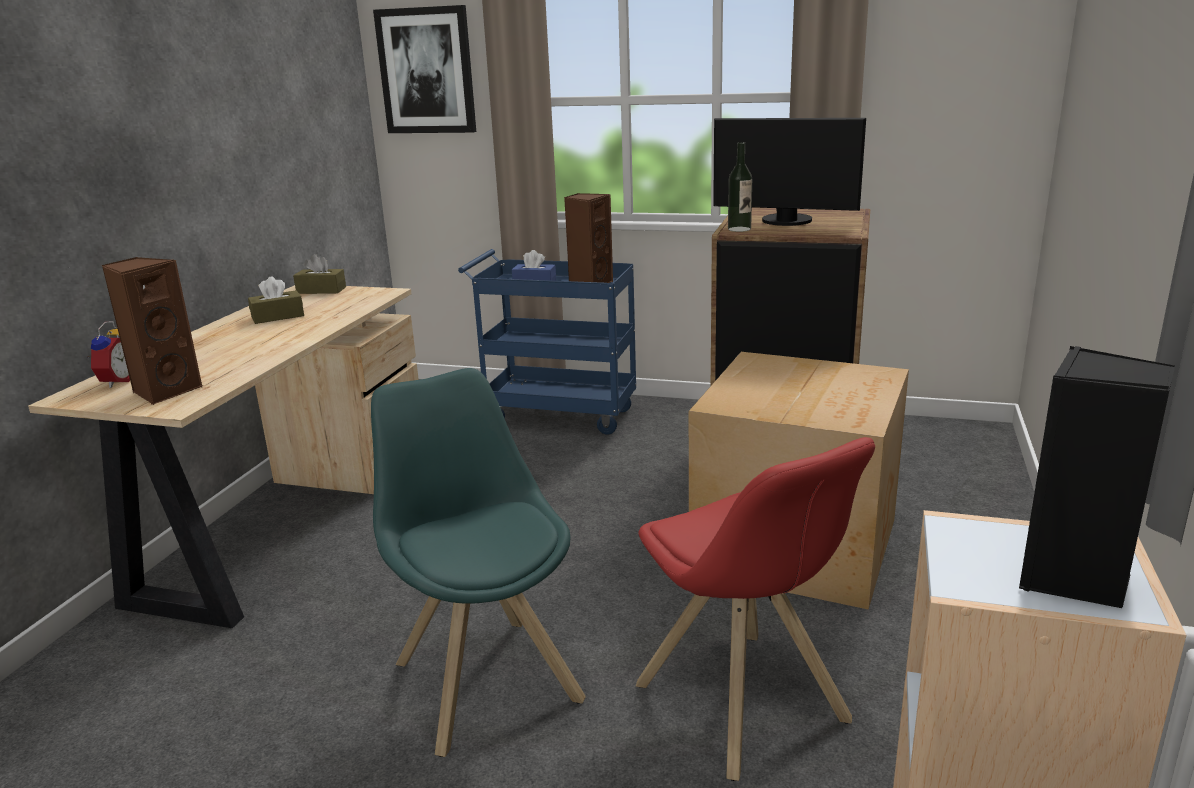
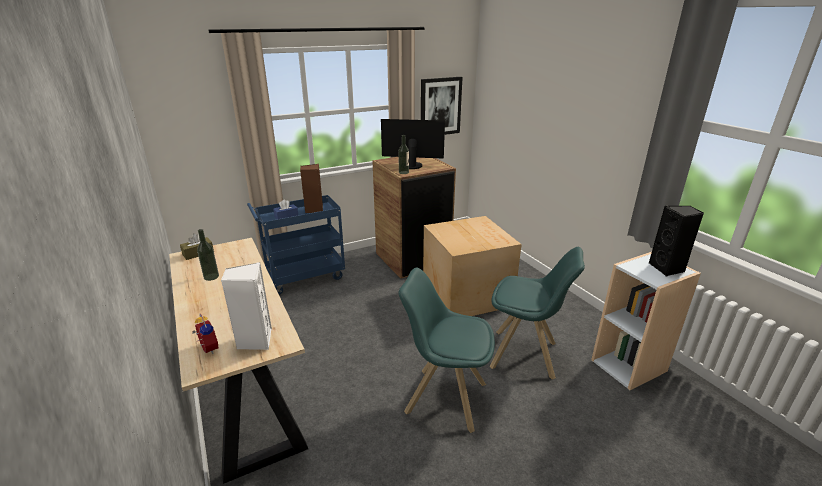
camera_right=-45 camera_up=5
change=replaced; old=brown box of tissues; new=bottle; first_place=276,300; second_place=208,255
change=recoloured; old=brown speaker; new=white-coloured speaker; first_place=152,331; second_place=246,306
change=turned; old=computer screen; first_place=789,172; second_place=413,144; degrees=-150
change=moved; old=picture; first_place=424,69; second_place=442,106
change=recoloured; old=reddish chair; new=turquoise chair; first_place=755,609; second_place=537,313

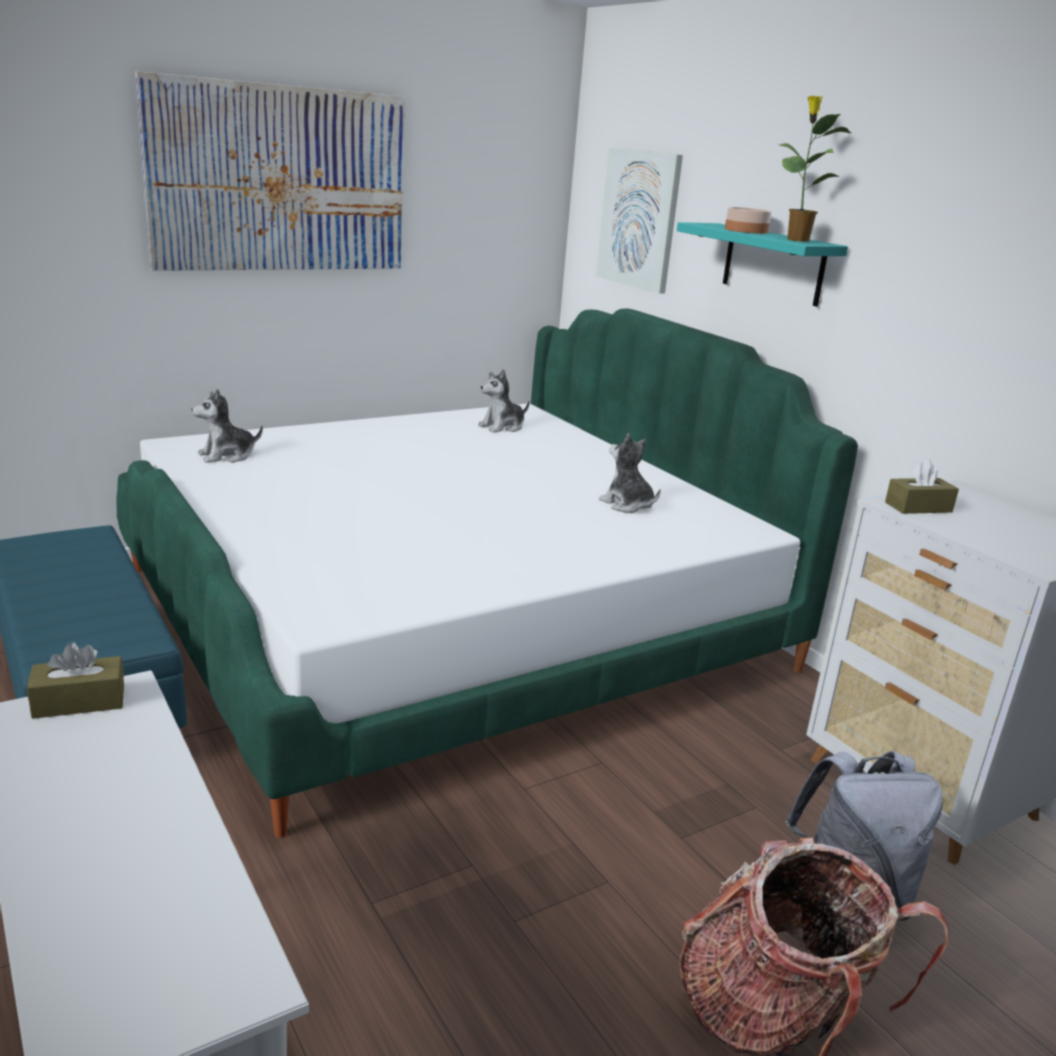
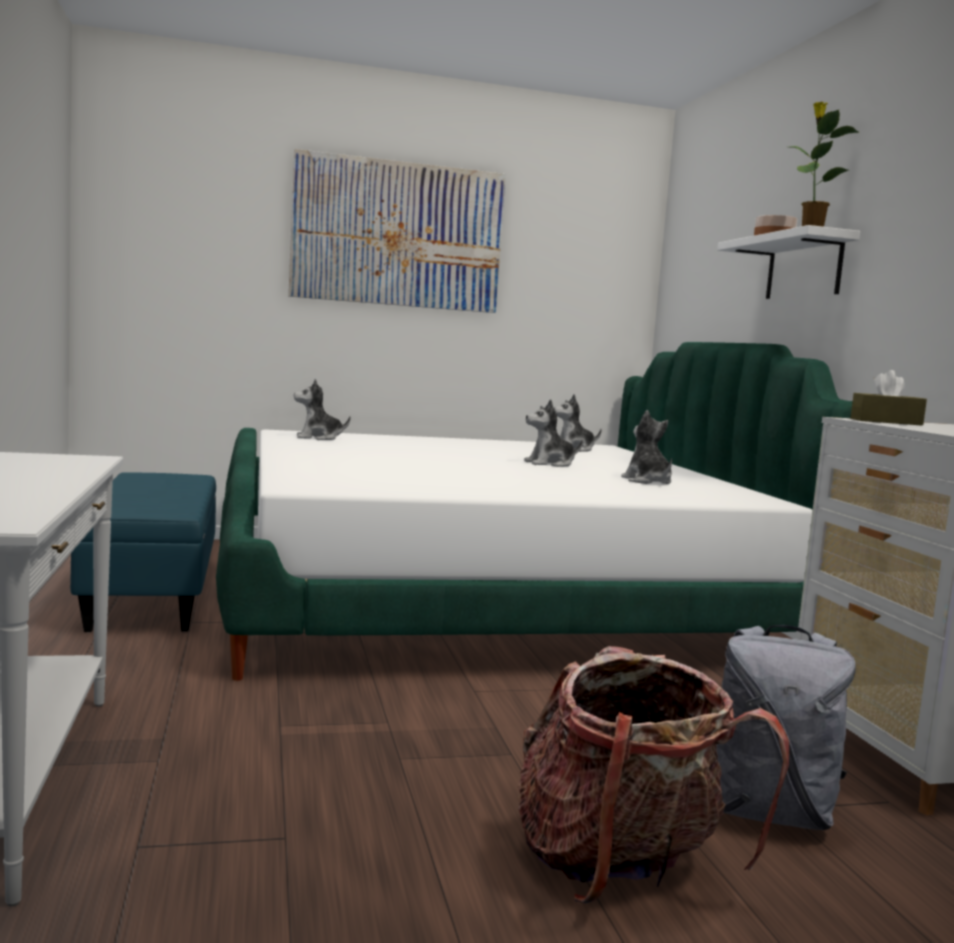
camera_right=20 camera_up=-15
change=added; new=plush toy; second_place=553,433
change=recoloured; old=turquoise bracket shelf; new=white-coloured bracket shelf; first_place=762,264; second_place=788,262
change=removed; old=brown box of tissues; first_place=75,680
change=removed; old=picture; first_place=639,221

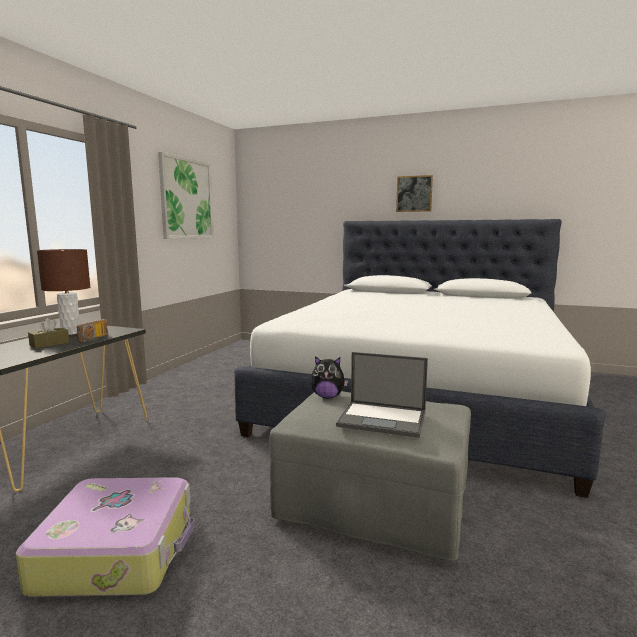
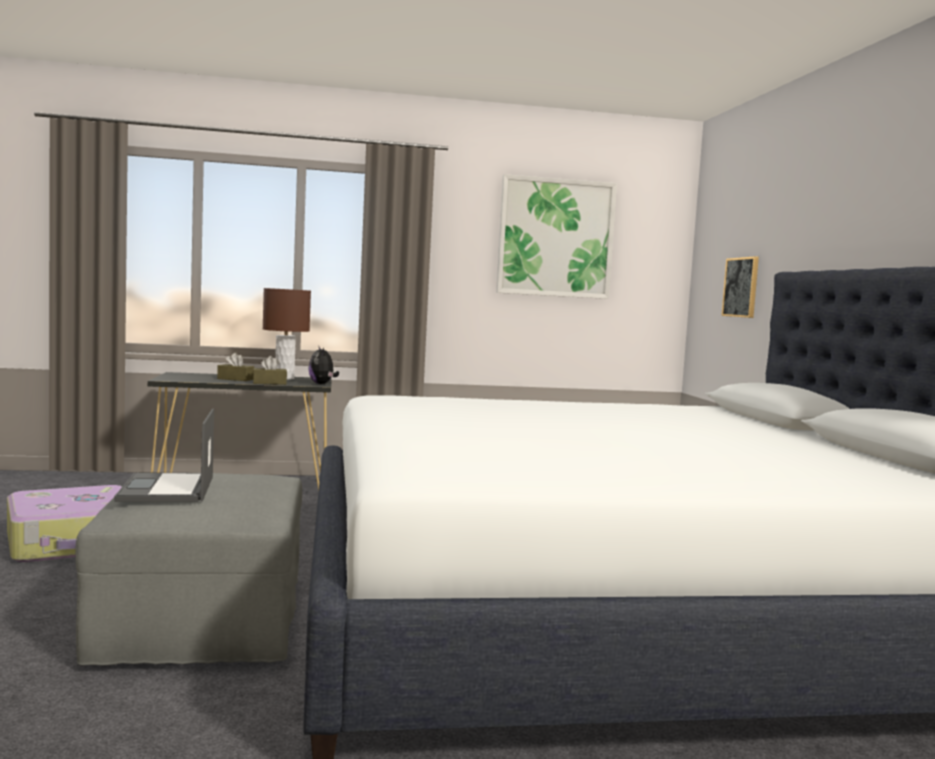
camera_right=60 camera_up=-5
change=replaced; old=radio receiver; new=brown box of tissues; first_place=92,330; second_place=270,370
change=moved; old=plush toy; first_place=329,377; second_place=323,365
change=moved; old=picture; first_place=414,193; second_place=740,287

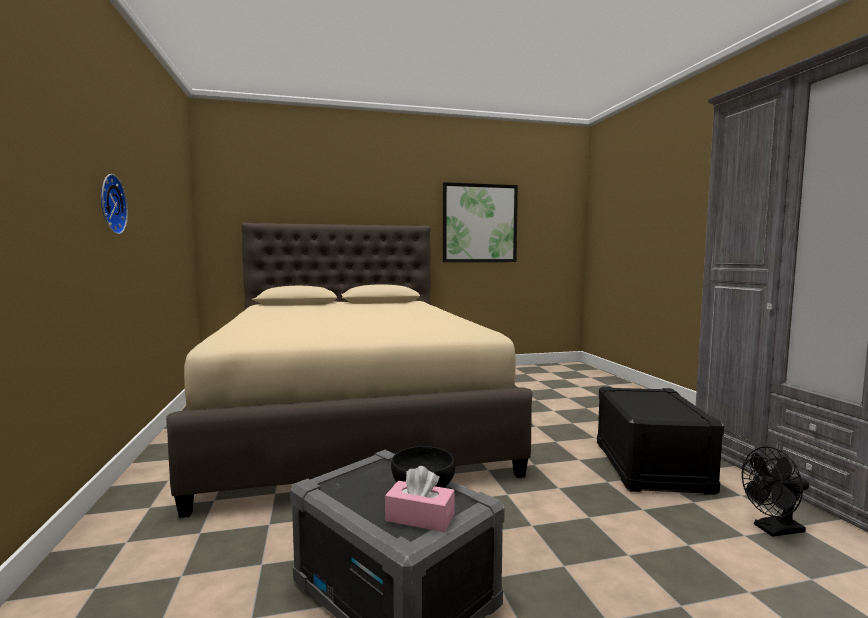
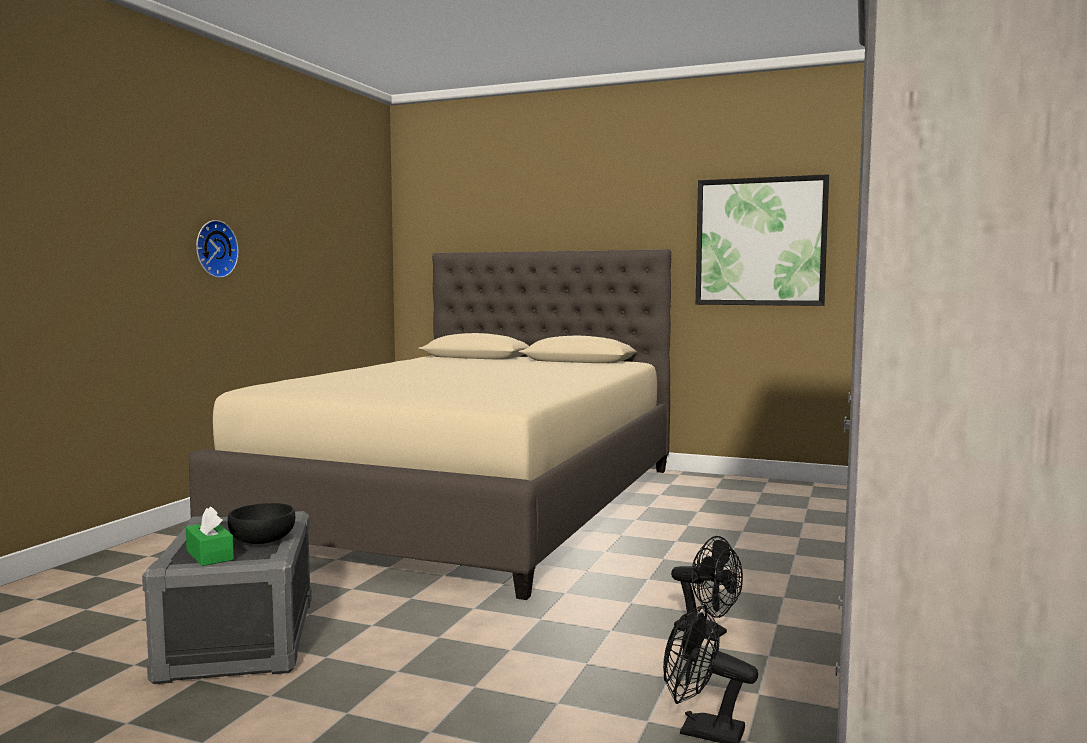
camera_right=35 camera_up=0
change=recoloured; old=pink box of tissues; new=green-coloured box of tissues; first_place=420,499; second_place=210,536
change=replaced; old=black storage container; new=black cooling fan; first_place=660,441; second_place=707,588

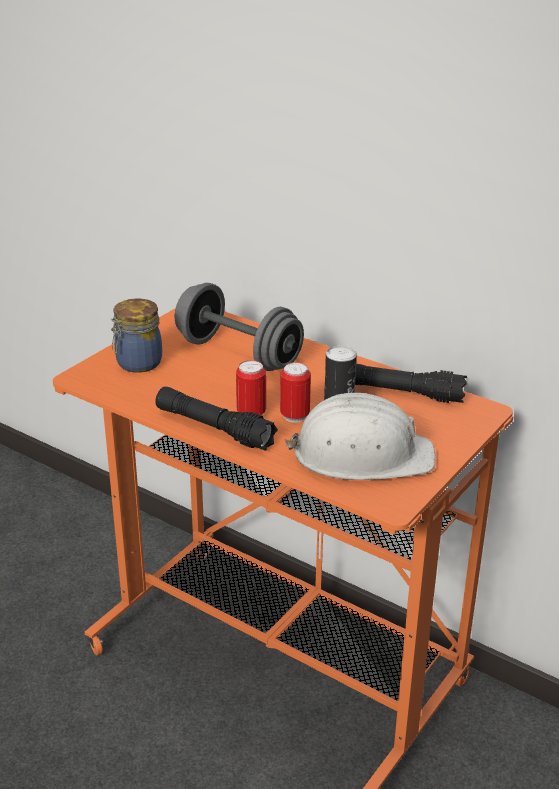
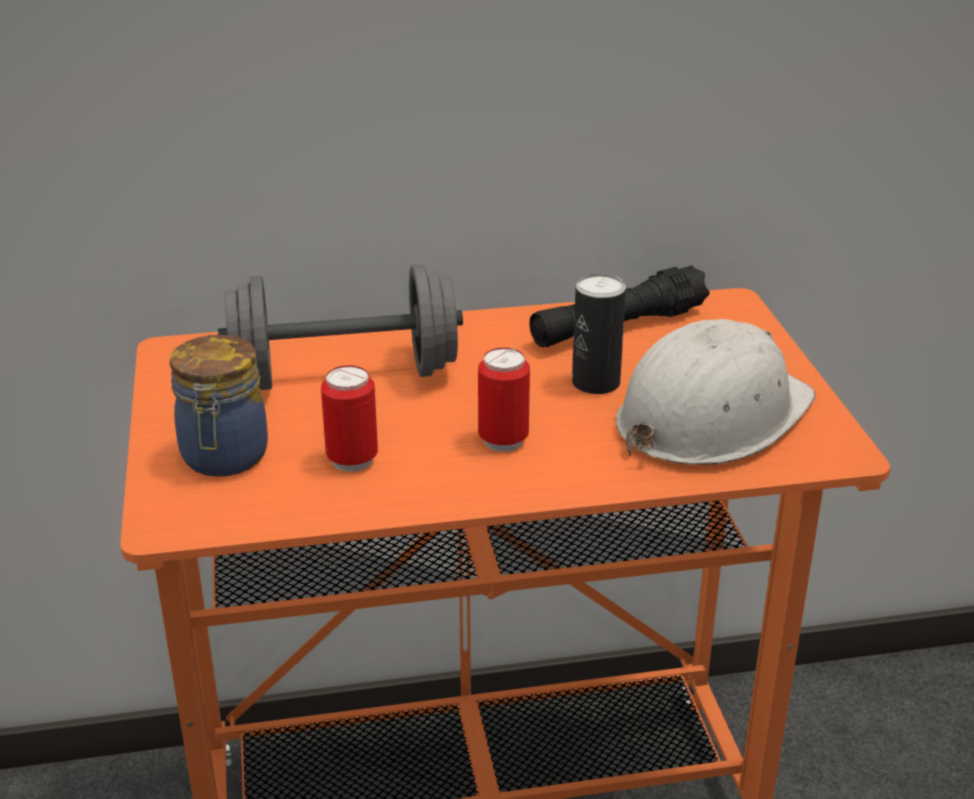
camera_right=-45 camera_up=0
change=moved; old=sealed can; first_place=295,392; second_place=349,418
change=removed; old=black torch; first_place=216,419

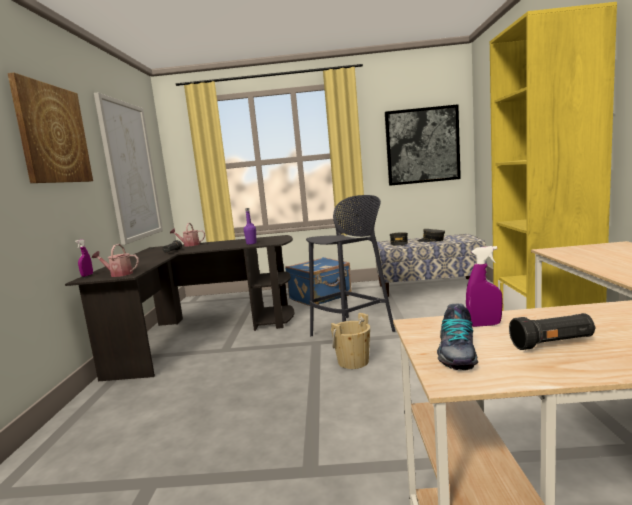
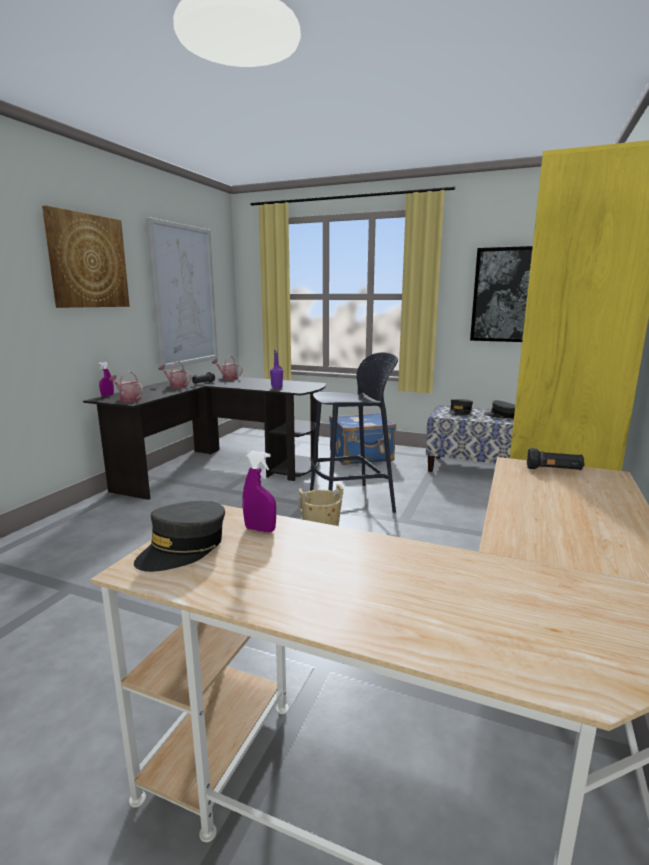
camera_right=20 camera_up=5
change=replaced; old=low shoe; new=gray cap; first_place=457,337; second_place=179,536
change=added; new=watering can; second_place=175,374
change=moved; old=black torch; first_place=552,331; second_place=556,459

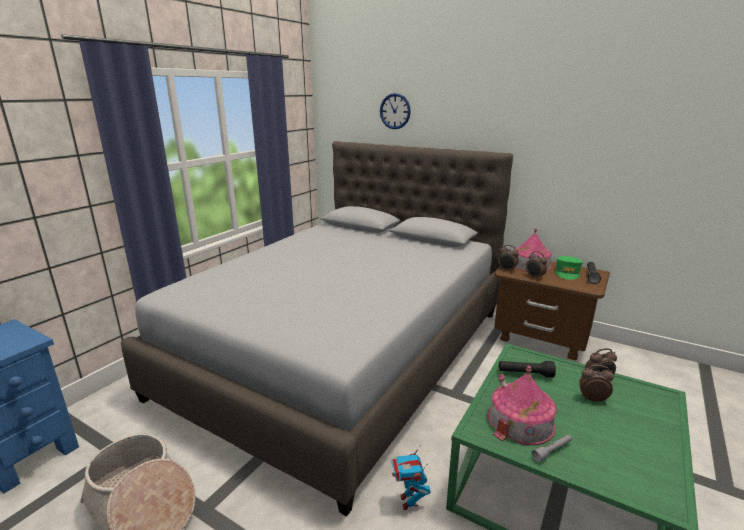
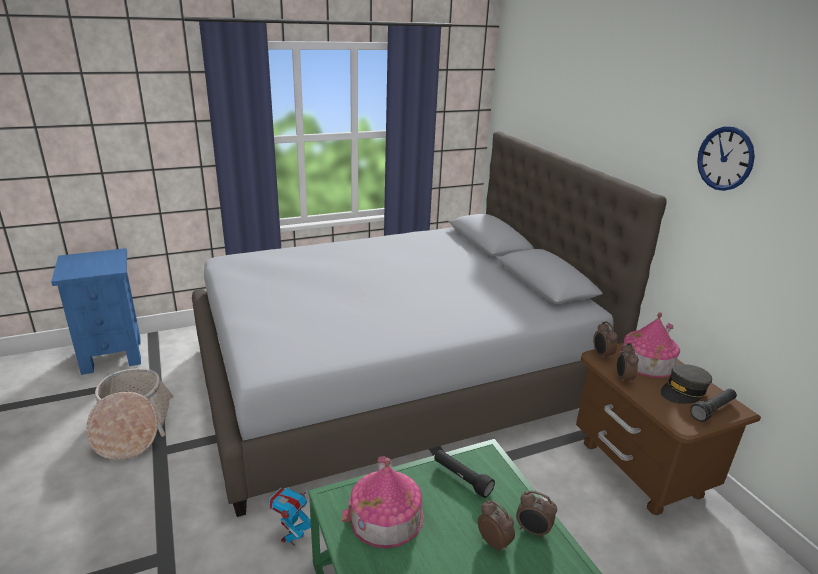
camera_right=35 camera_up=5
change=recoloured; old=green-coloured cap; new=gray cap; first_place=569,268; second_place=686,384
change=moved; old=wall clock; first_place=395,111; second_place=726,158
change=removed; old=gray torch; first_place=551,448

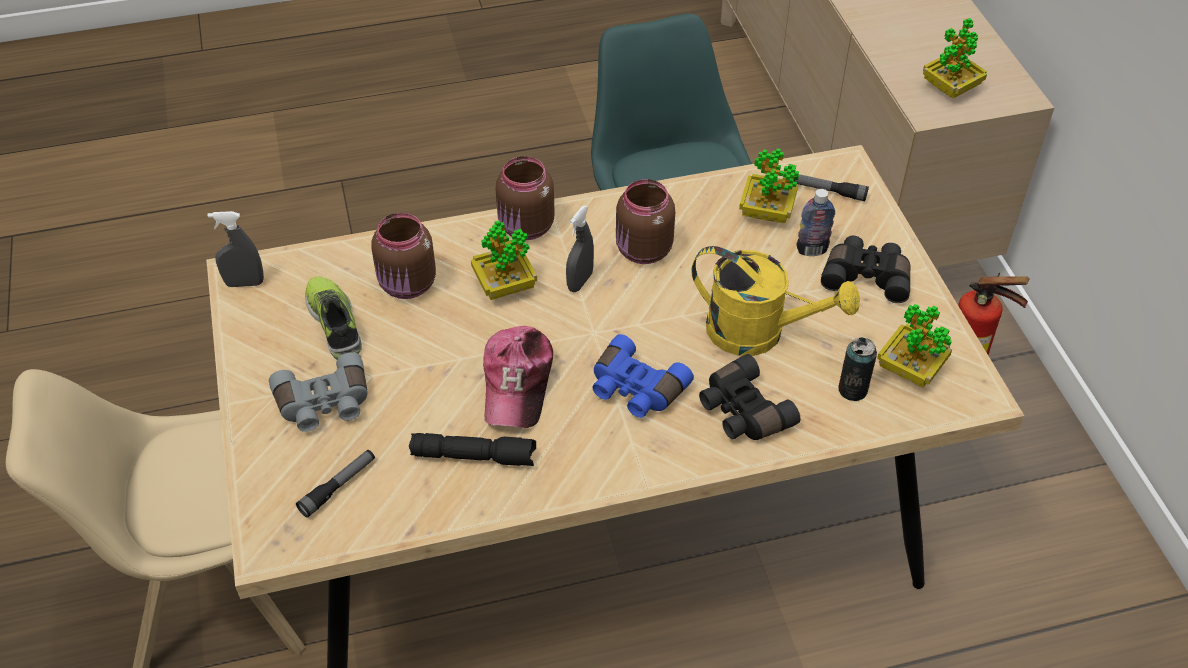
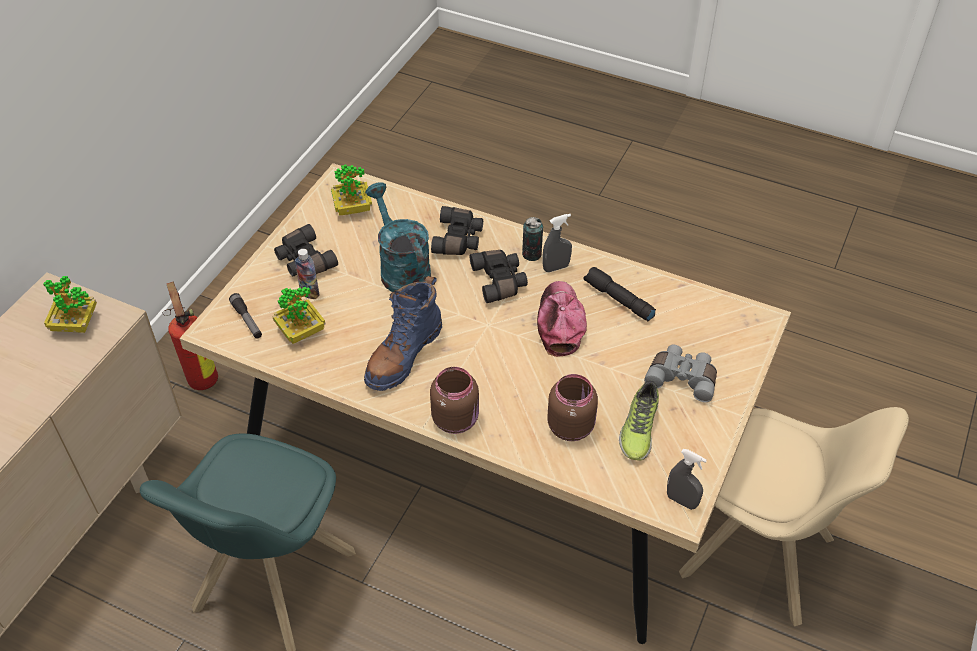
camera_right=-140 camera_up=0
change=replaced; old=brown jar; new=bluish high-top boot; first_place=645,221; second_place=403,333
change=recoloured; old=yellowish watering can; new=turquoise watering can; first_place=775,301; second_place=398,237
change=recoloured; old=bluish binoculars; new=black binoculars; first_place=643,376; second_place=499,276
change=moved; old=sealed can; first_place=857,369; second_place=532,239
change=turned; old=cap; first_place=518,377; second_place=562,319; degrees=-45
change=moved; old=gray hand sprayer; first_place=580,249; second_place=557,243
change=removed; old=torch; first_place=335,484
change=removed; old=plant in a pot; first_place=504,260

